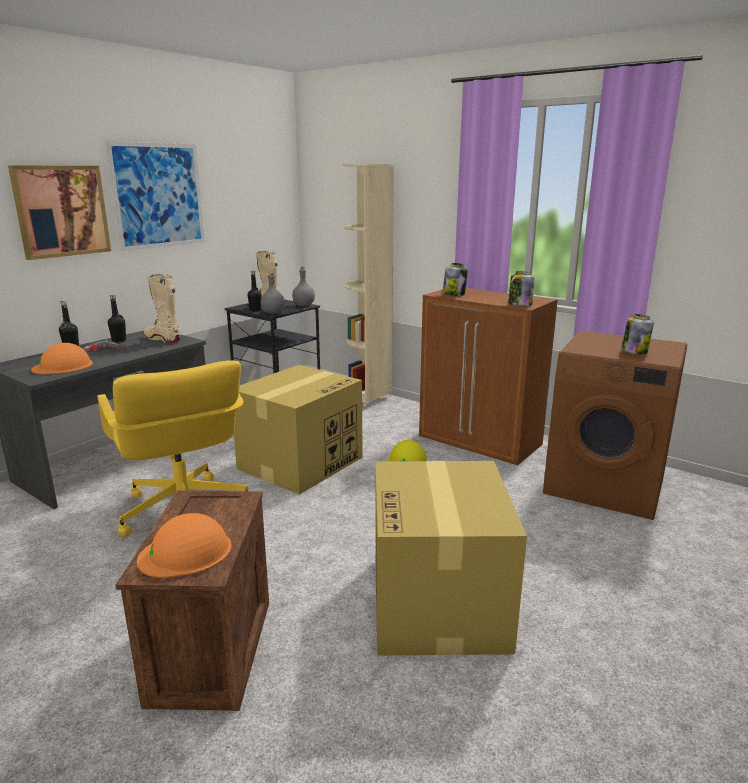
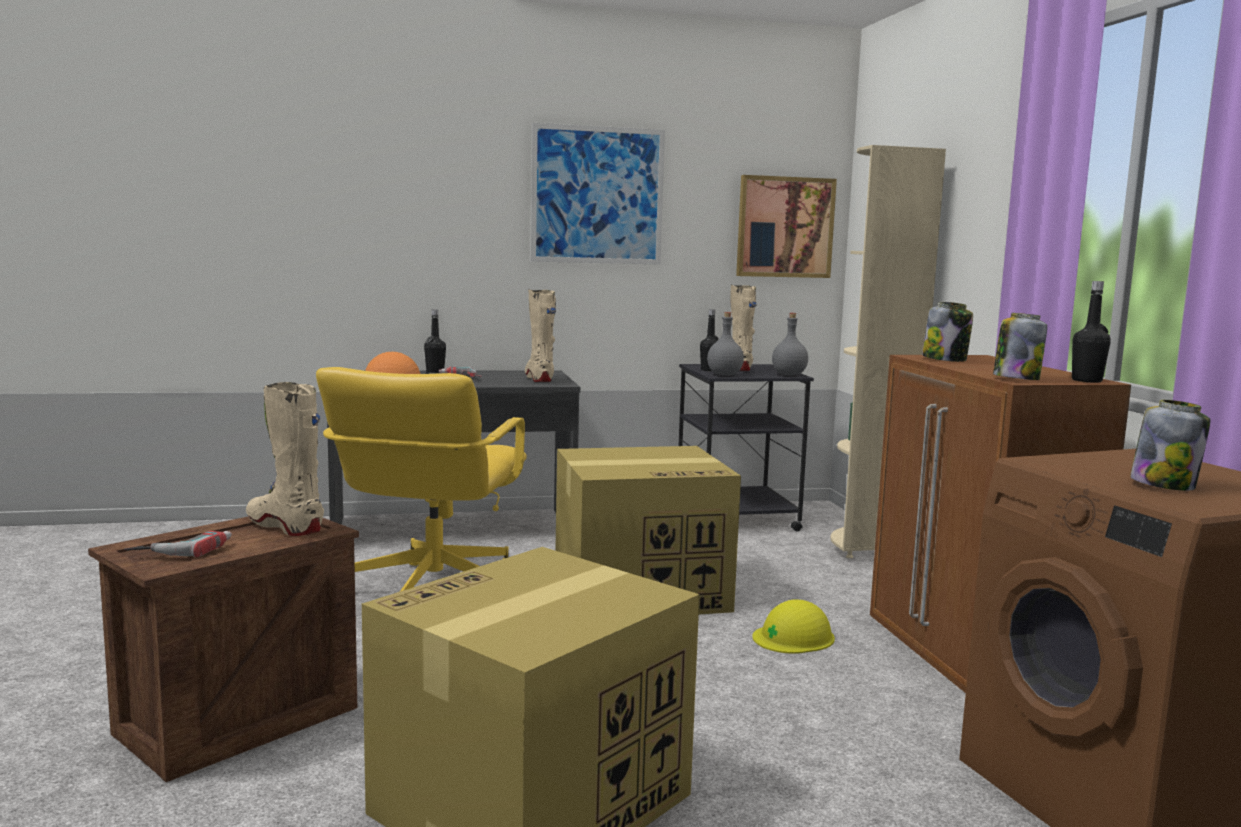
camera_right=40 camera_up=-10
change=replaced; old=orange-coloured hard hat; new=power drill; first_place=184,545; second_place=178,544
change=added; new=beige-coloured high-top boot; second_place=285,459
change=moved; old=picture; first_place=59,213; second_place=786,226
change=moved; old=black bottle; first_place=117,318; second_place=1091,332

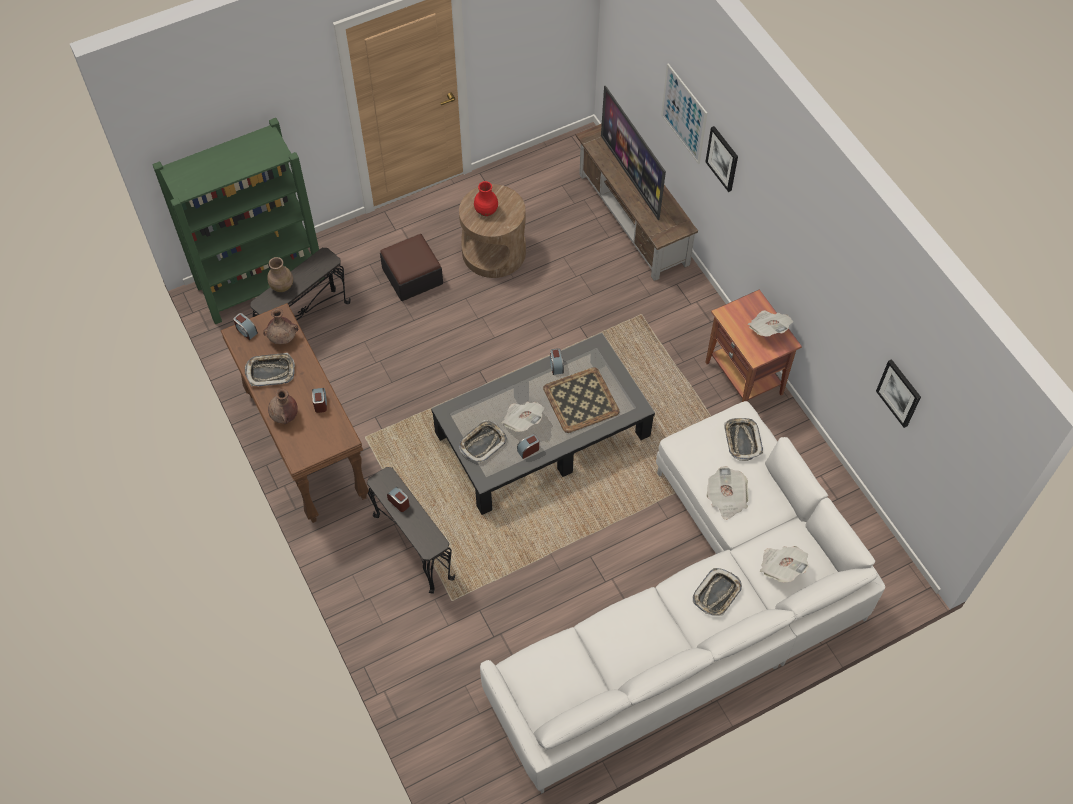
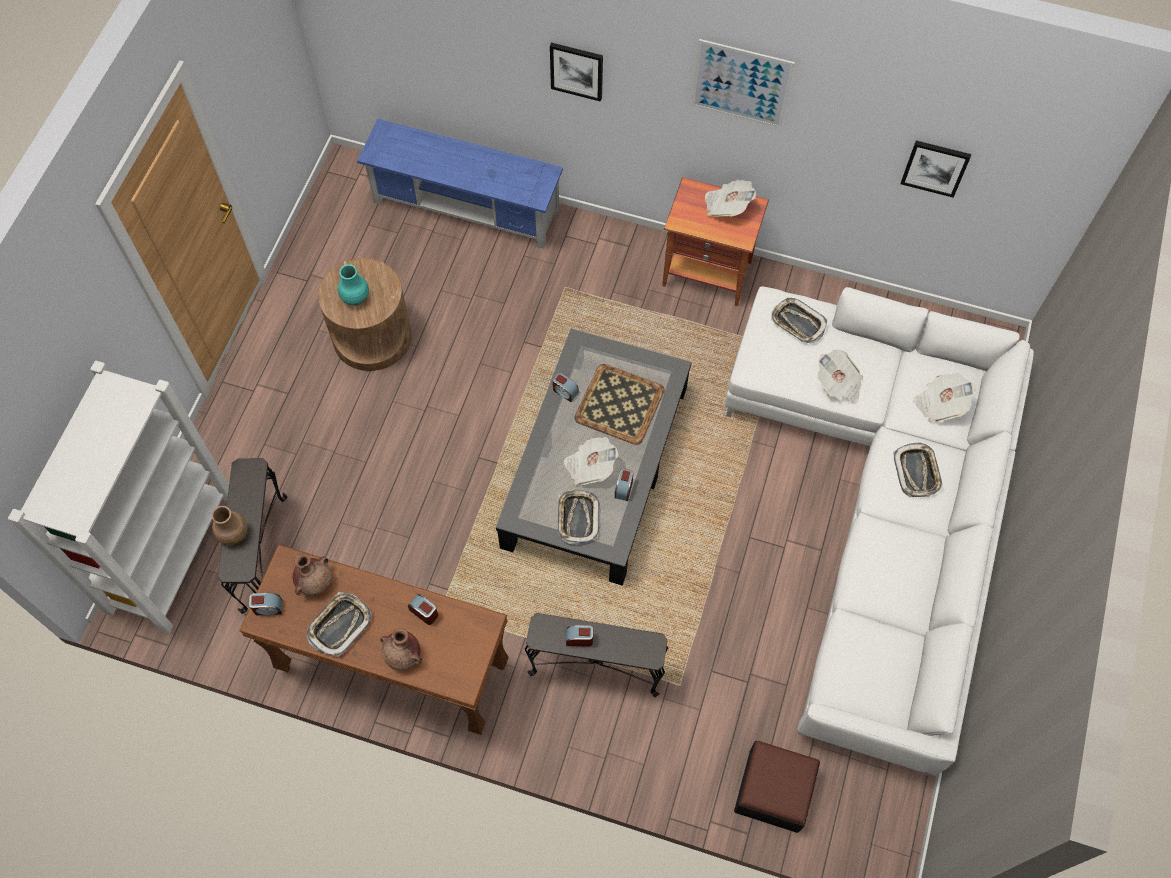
camera_right=-45 camera_up=5
change=recoloured; old=green-coloured bookshelf; new=white-coloured bookshelf; first_place=238,221; second_place=118,497
change=recoloured; old=reddish decorative vase; new=turquoise decorative vase; first_place=486,198; second_place=353,285
change=recoloured; old=brown tv stand; new=bluish tv stand; first_place=637,202; second_place=460,184
change=moved; old=picture; first_place=684,113; second_place=743,83
change=moved; old=ottoman; first_place=411,267; second_place=777,787
change=removed; old=television; first_place=633,153

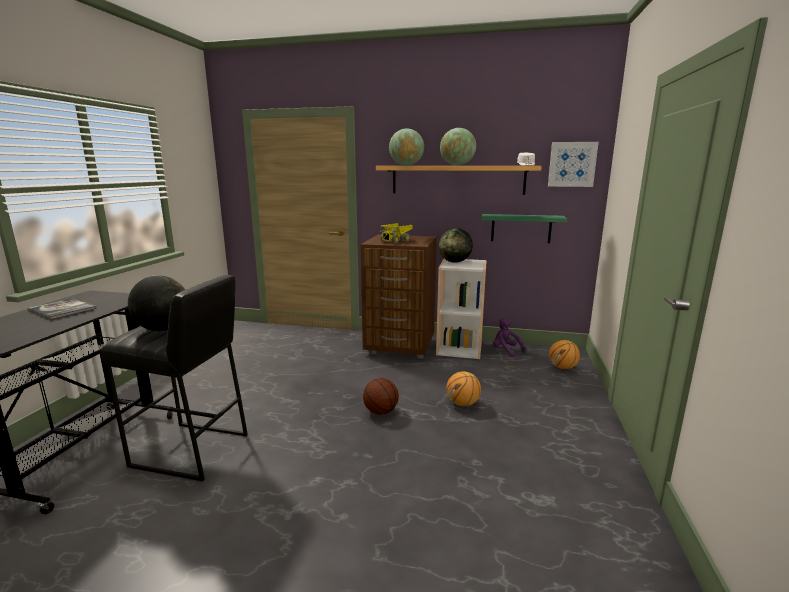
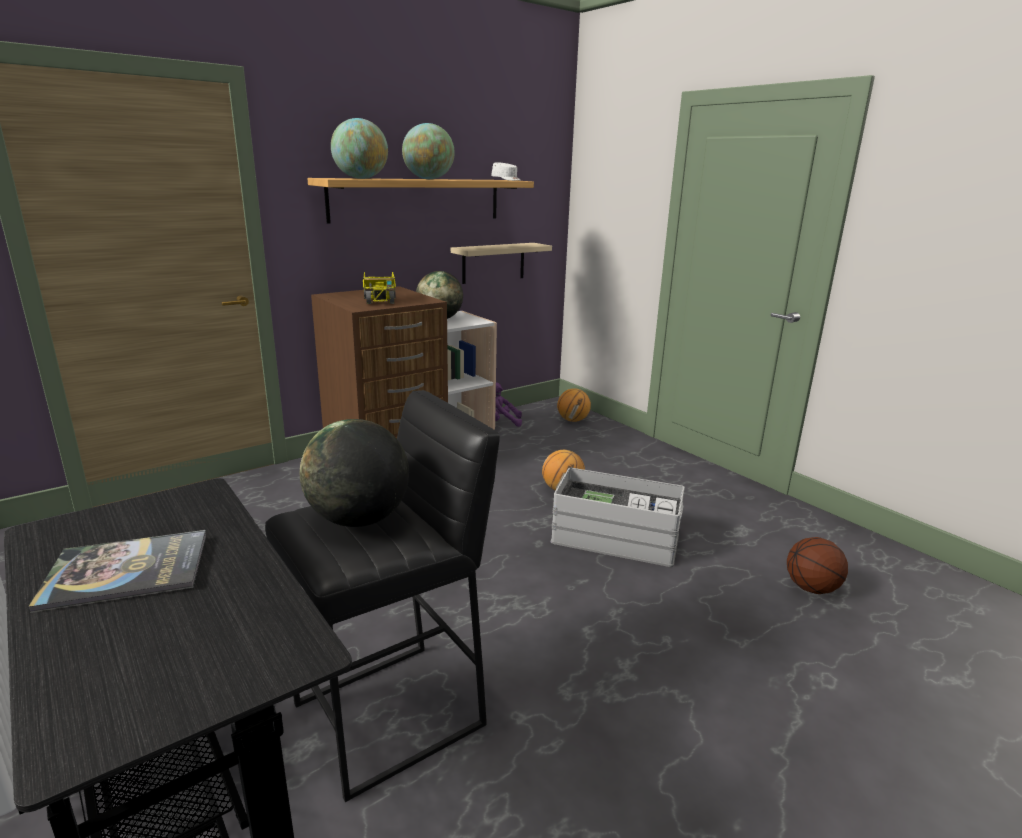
camera_right=-50 camera_up=5
change=recoloured; old=green-coloured bracket shelf; new=beige-coloured bracket shelf; first_place=524,228; second_place=501,263
change=added; new=gray storage container; second_place=618,517
change=moved; old=basketball; first_place=381,396; second_place=817,565
change=removed; old=picture; first_place=573,164

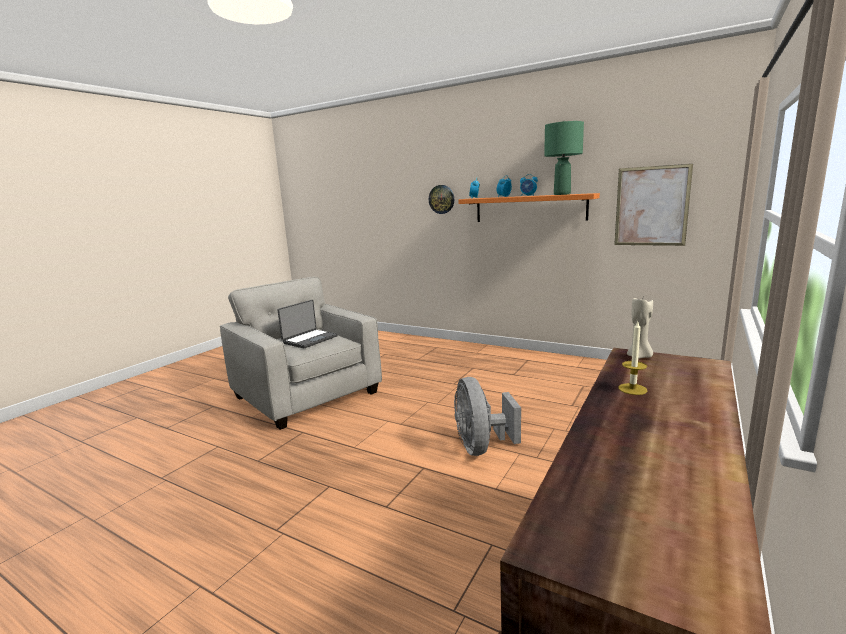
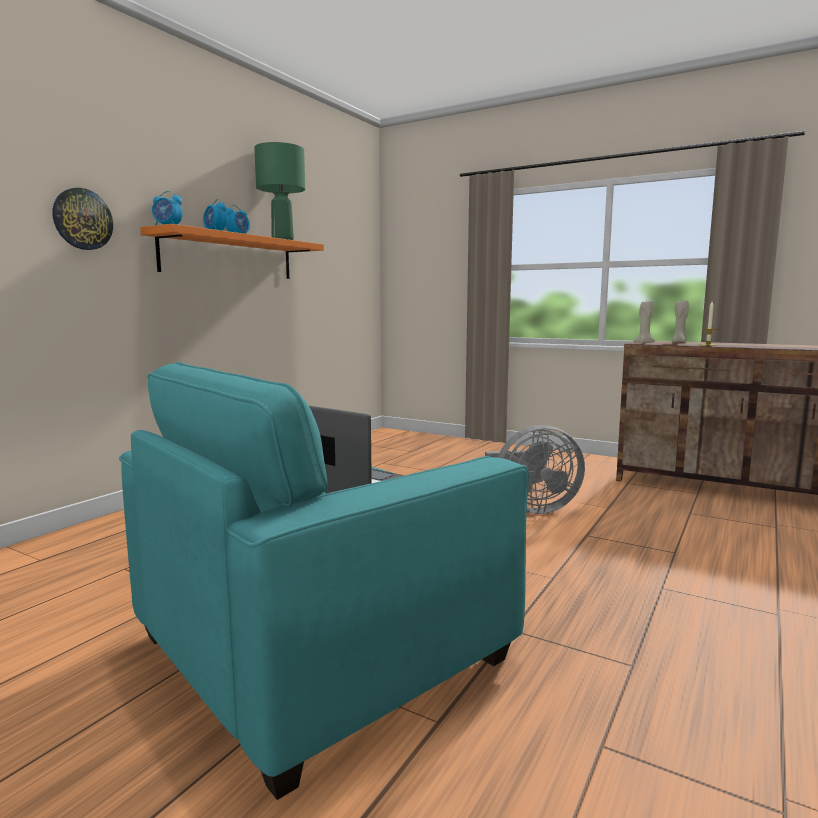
camera_right=-90 camera_up=-5
change=recoloured; old=gray easy chair; new=turquoise easy chair; first_place=301,353; second_place=324,581
change=added; new=beige-coloured wax light; second_place=680,321
change=removed; old=picture; first_place=653,205

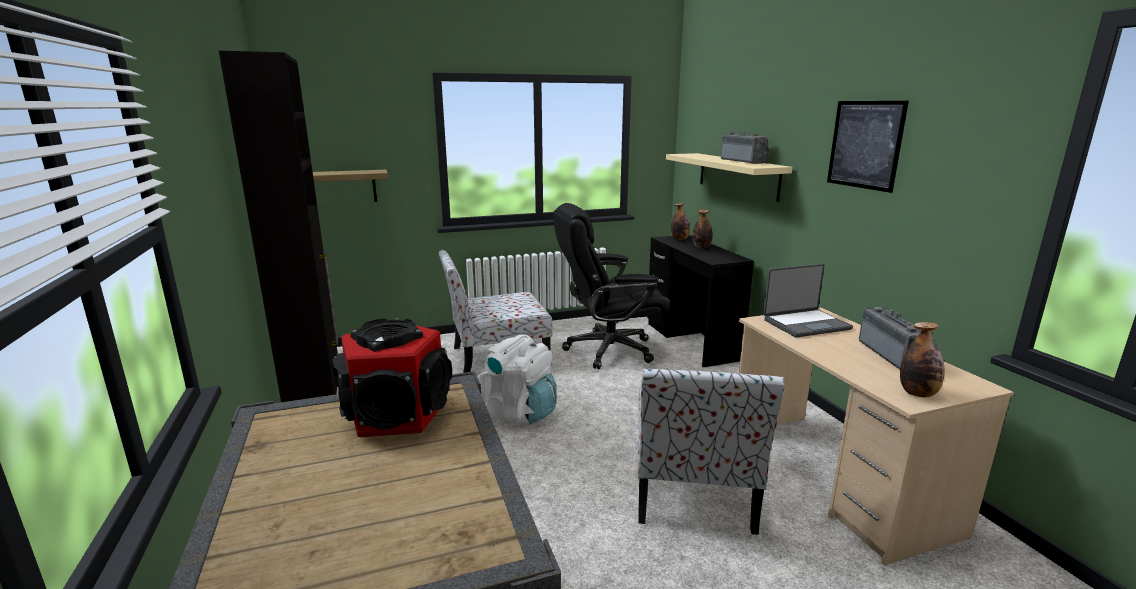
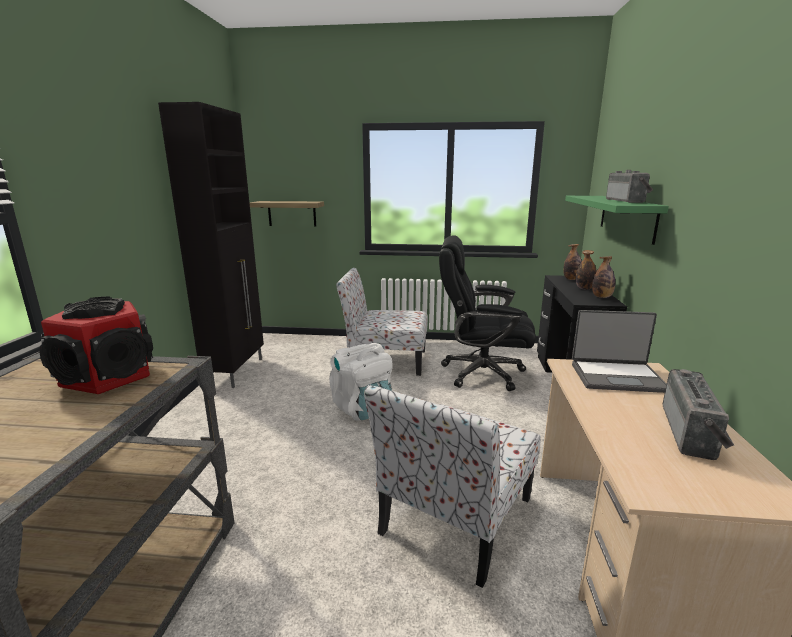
camera_right=25 camera_up=0
change=recoloured; old=beige-coloured bracket shelf; new=green-coloured bracket shelf; first_place=729,177; second_place=617,220
change=moved; old=bottle; first_place=922,359; second_place=603,277
change=removed; old=picture; first_place=868,147

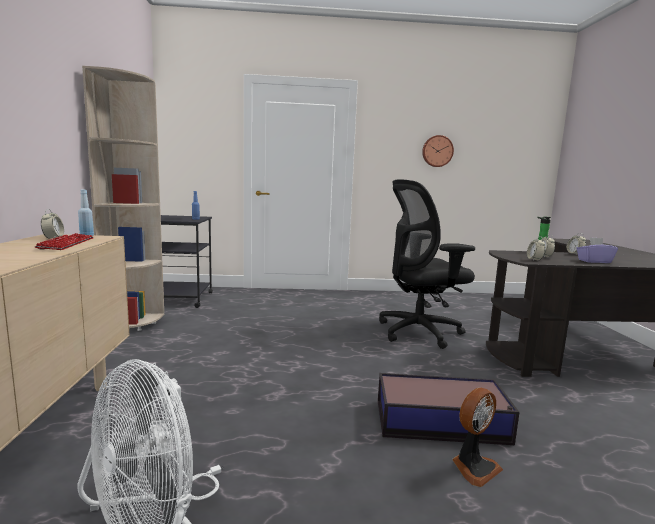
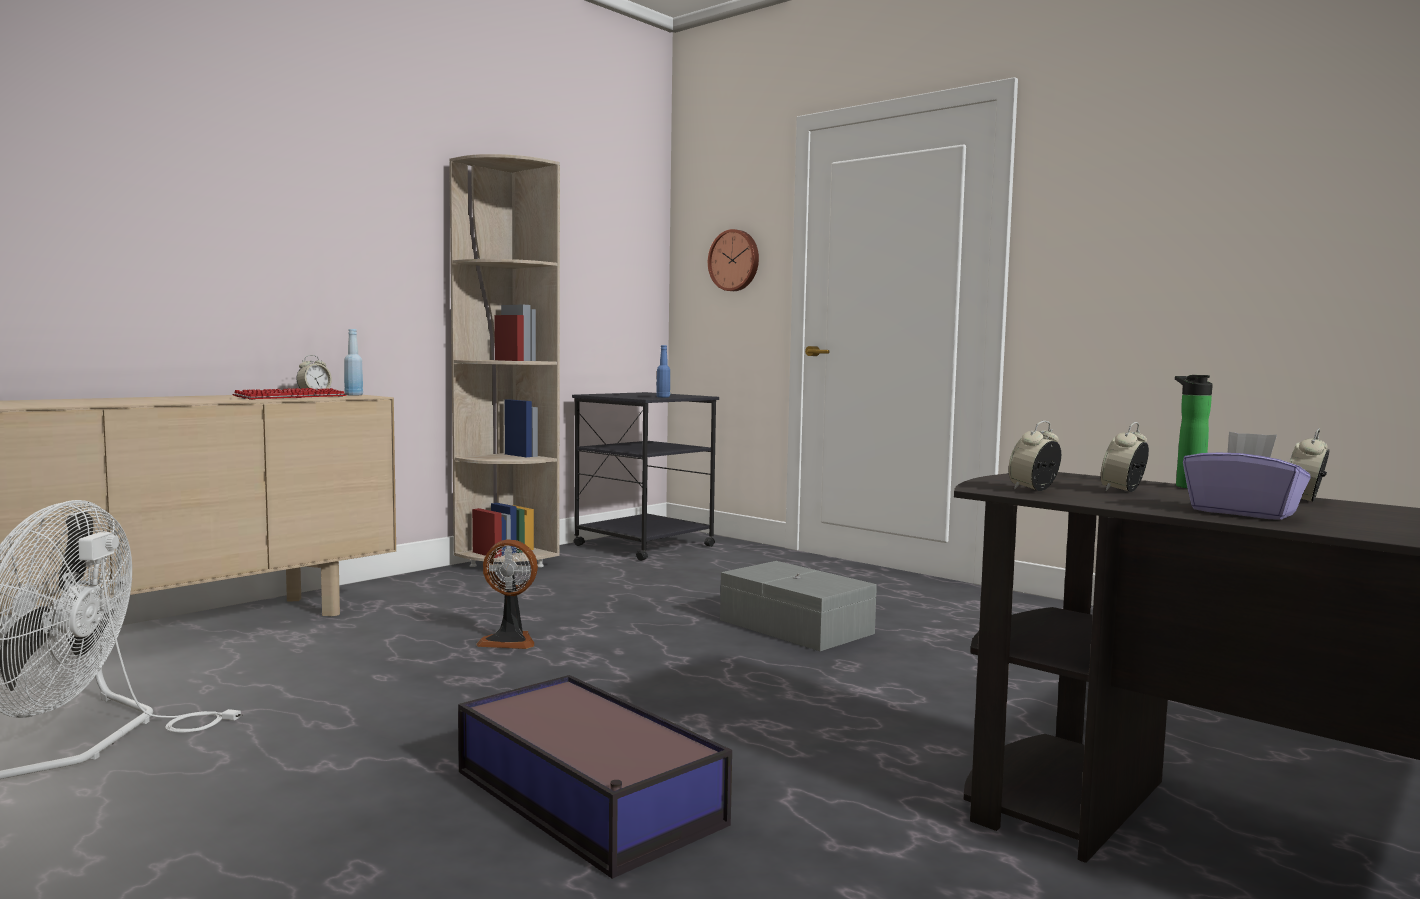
camera_right=45 camera_up=-5
change=moved; old=cooling fan; first_place=477,437; second_place=507,594
change=moved; old=wall clock; first_place=438,151; second_place=733,260
change=added; new=gray storage container; second_place=798,606
change=removed; old=black office chair; first_place=427,264

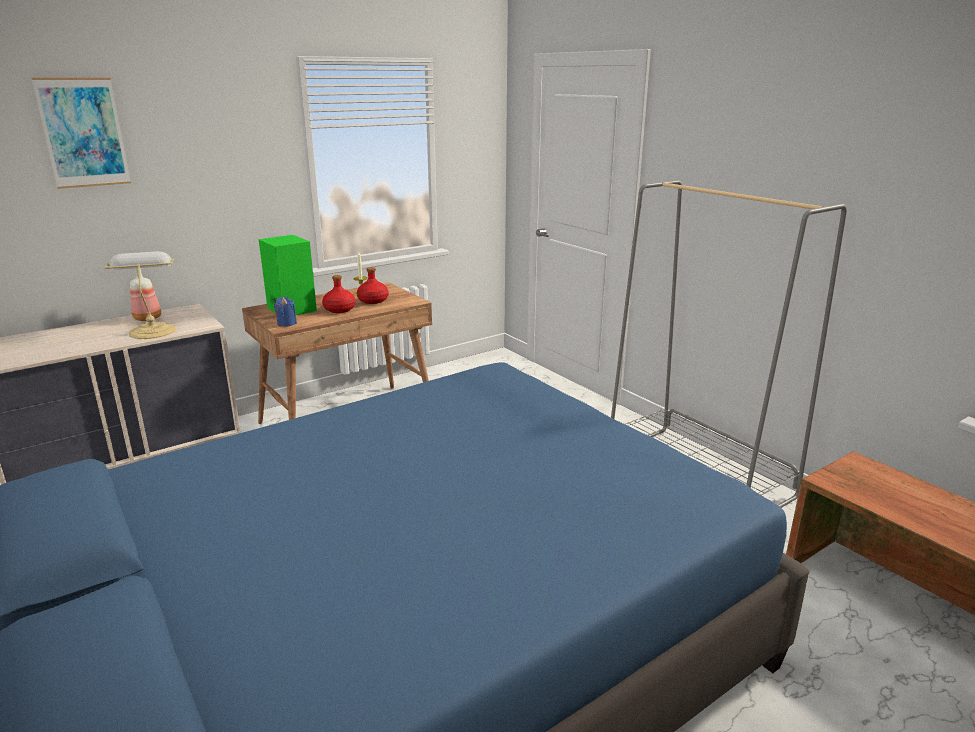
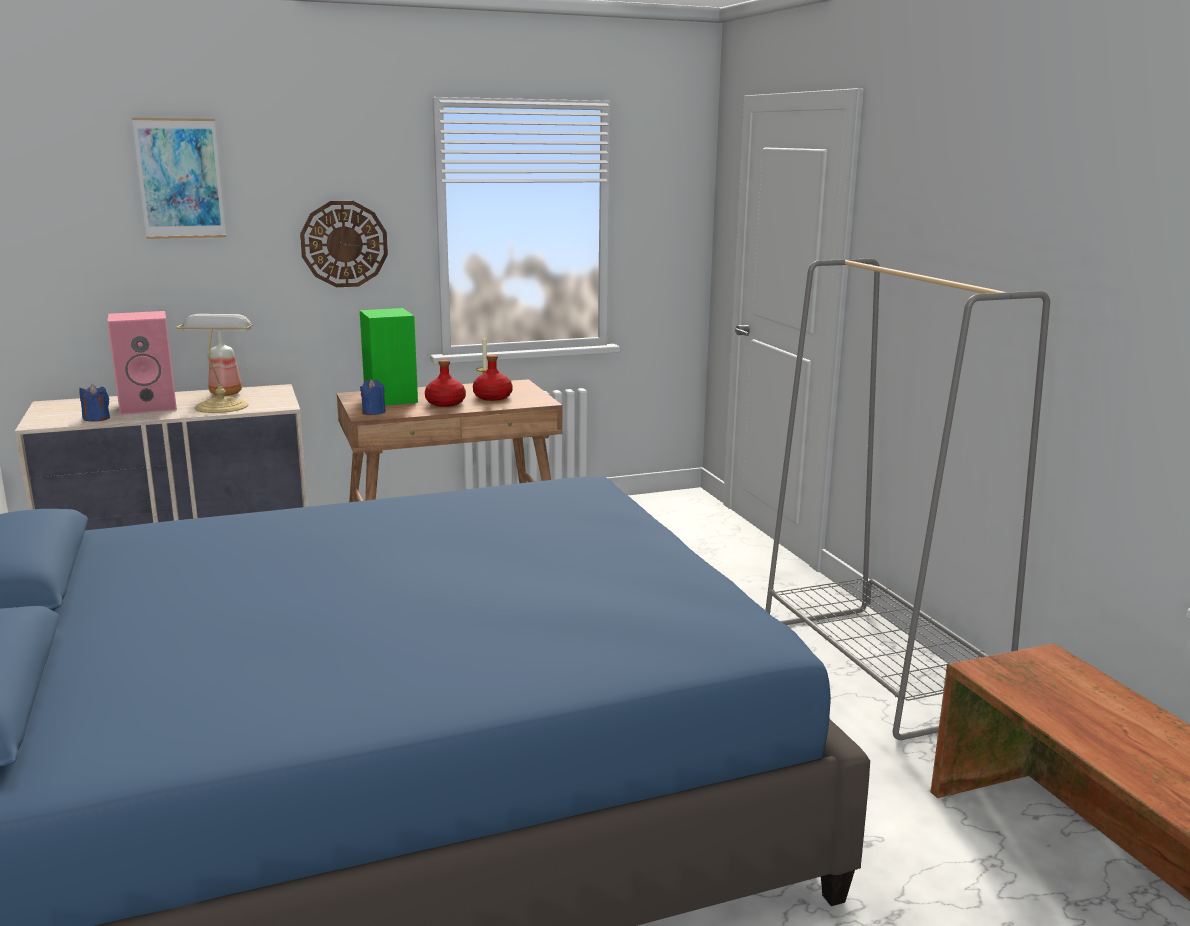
camera_right=15 camera_up=-5
change=added; new=bluish wax light; second_place=94,403
change=added; new=pink speaker; second_place=142,363
change=added; new=wall clock; second_place=344,244

